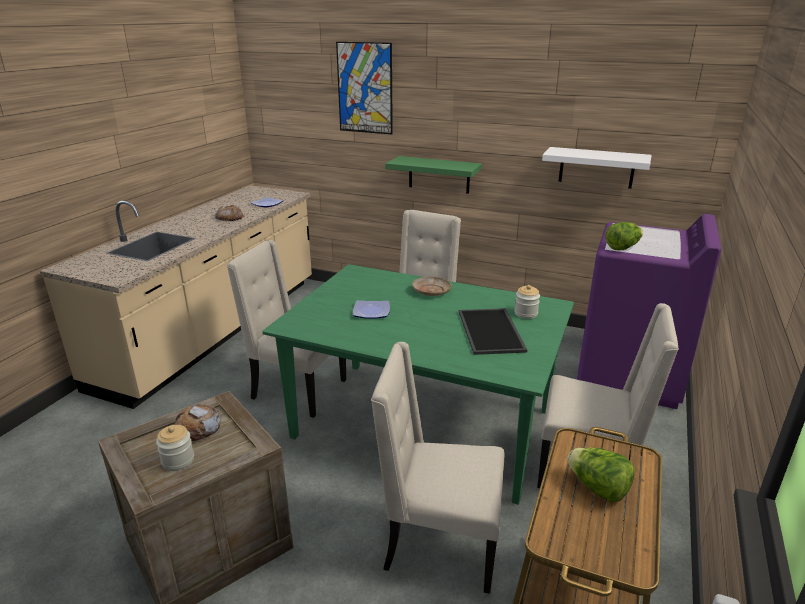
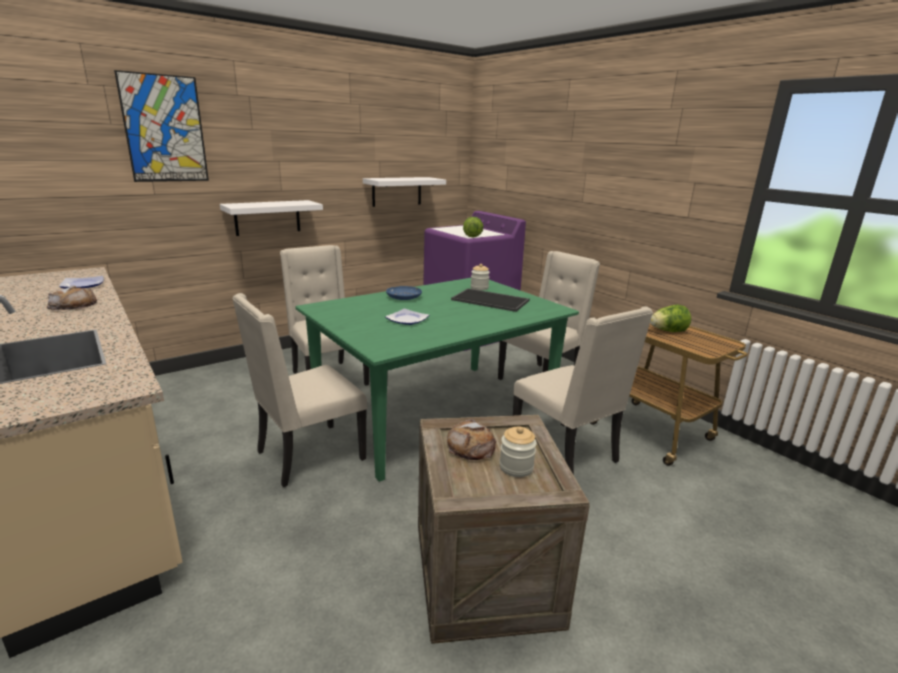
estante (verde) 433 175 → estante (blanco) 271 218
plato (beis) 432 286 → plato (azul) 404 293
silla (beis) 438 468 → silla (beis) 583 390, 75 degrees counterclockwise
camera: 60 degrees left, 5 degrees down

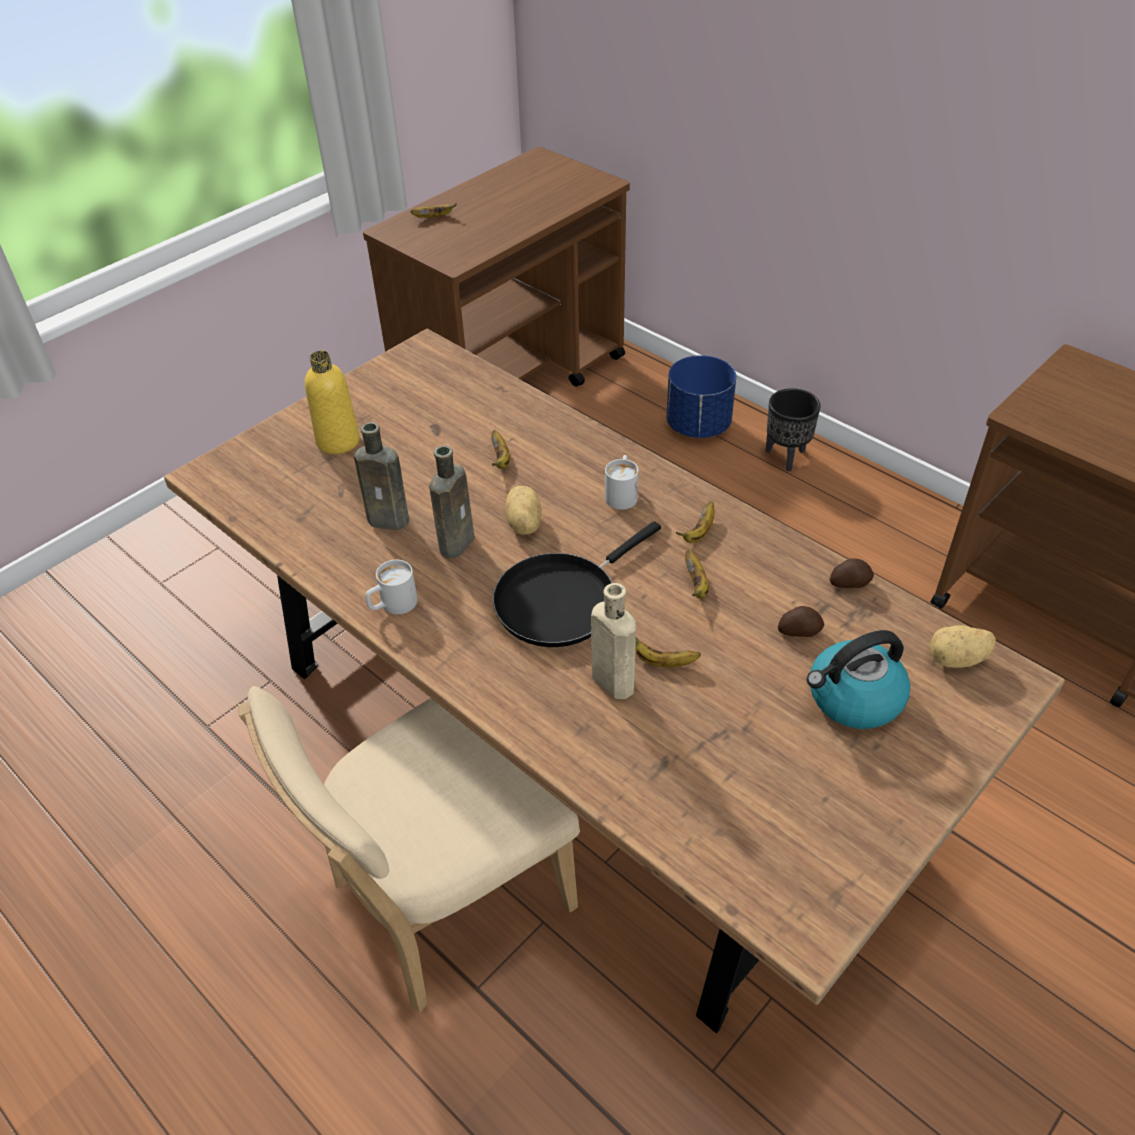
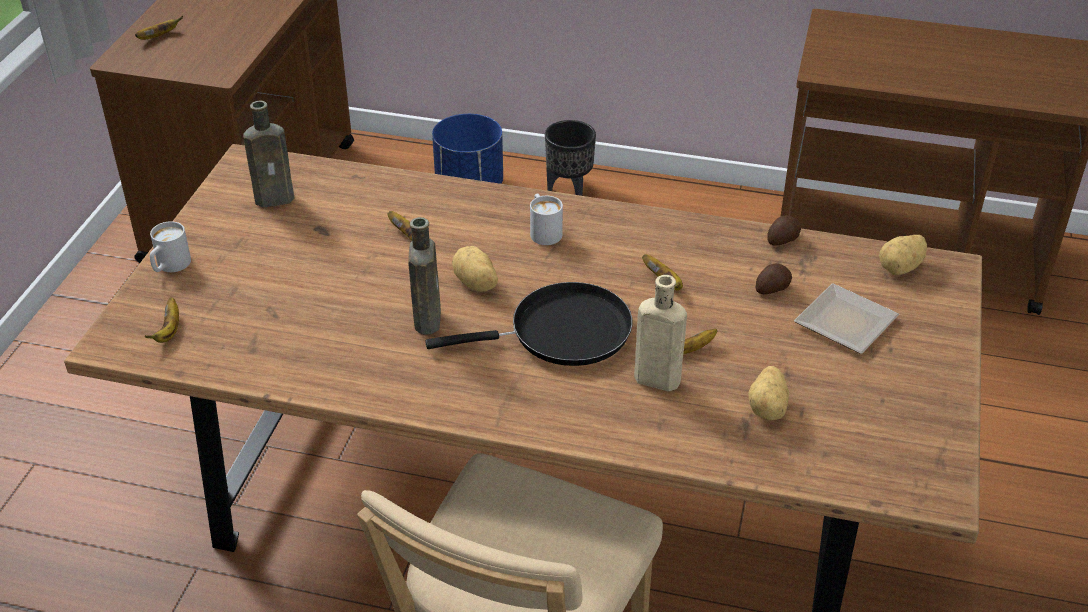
botella (amarillo) 332 402 → -
botella (marrón) 381 476 → botella (marrón) 268 154, move
plátano 695 522 → plátano 161 320, move
sartén (negro) 577 584 → sartén (negro) 529 324, 120 degrees counterclockwise
taza grande (blanco) 392 587 → taza grande (blanco) 170 246, move
hervidor 858 679 → plato 846 318
- → patata 768 393
camera: 30 degrees left, 5 degrees down

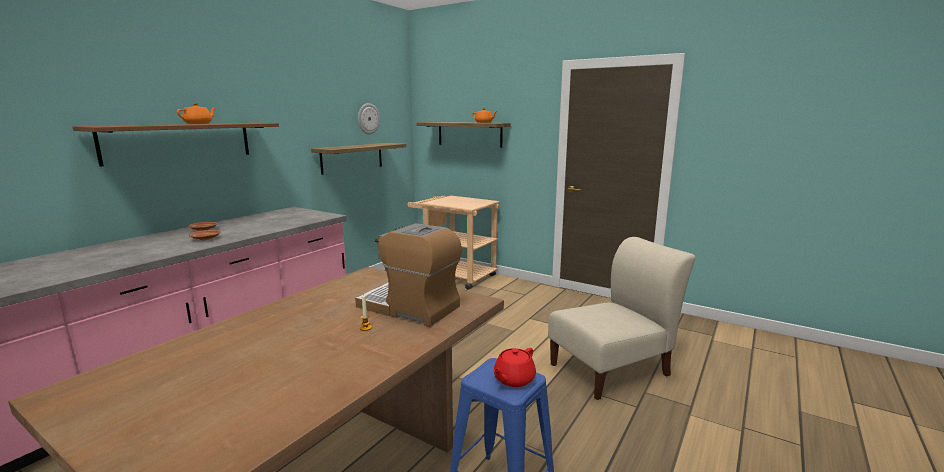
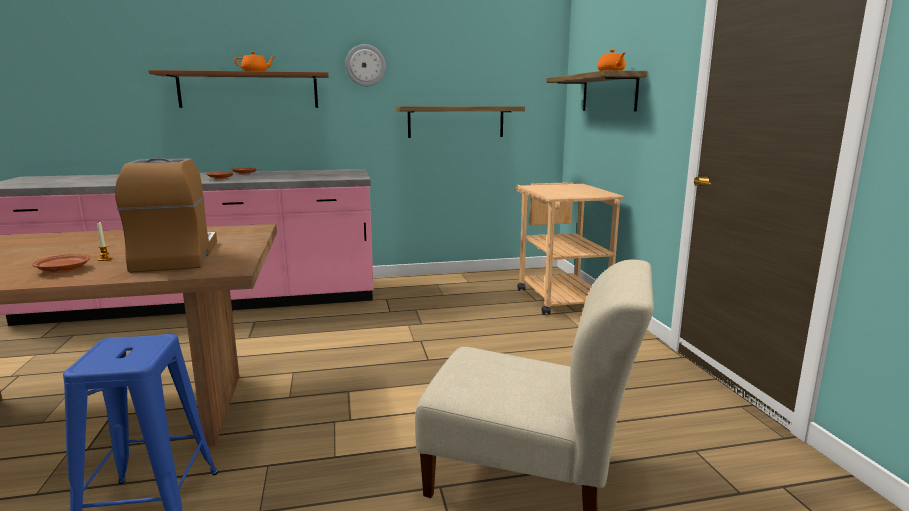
reloj de pared 369 118 → reloj de pared 365 65, move
tetera (rojo) 514 367 → -
- → plato (marrón) 61 263
camera: 45 degrees right, 0 degrees up

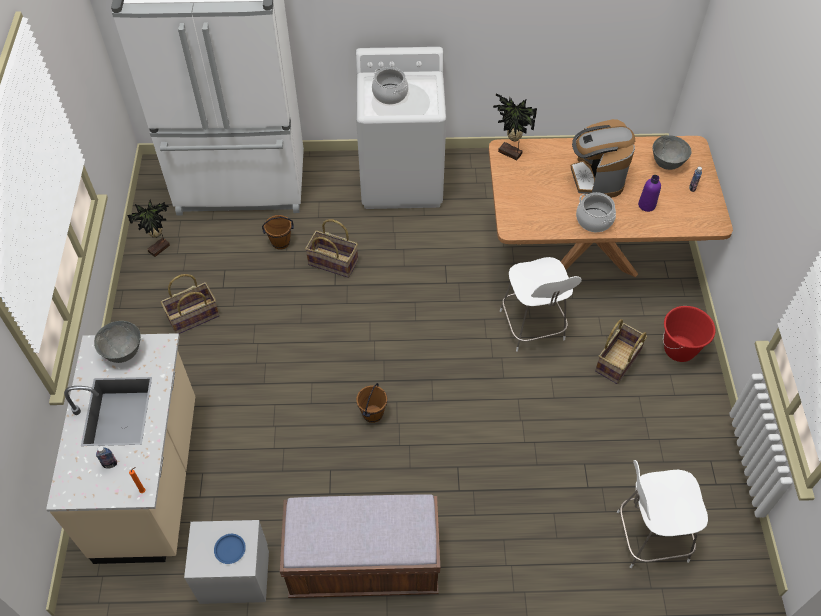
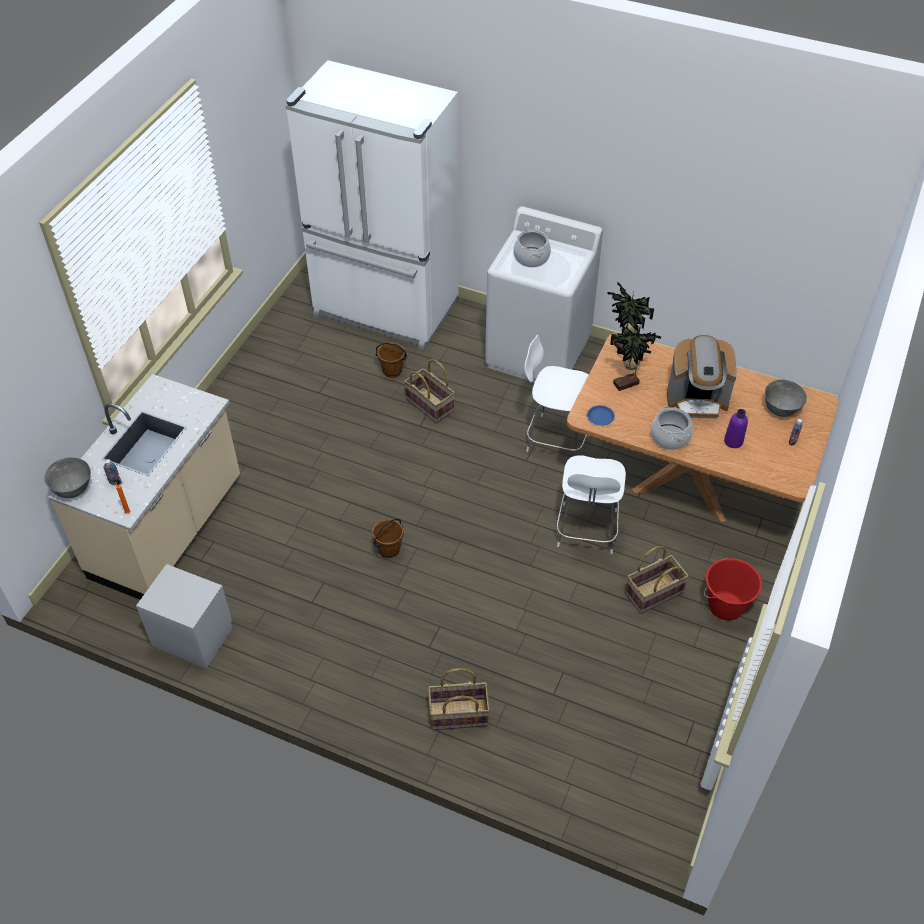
cafetera 603 158 → cafetera 702 376, 105 degrees counterclockwise
planta en maceta 148 228 → planta en maceta 635 358, move
cesta 190 304 → cesta 459 699, move
cuenco (gris) 117 342 → cuenco (gris) 67 477, move
taburete (blanco) 662 514 → taburete (blanco) 556 395, move
banco (marrón) 360 546 → -
plato (azul) 230 549 → plato (azul) 601 415, move
camera: 25 degrees right, 5 degrees down

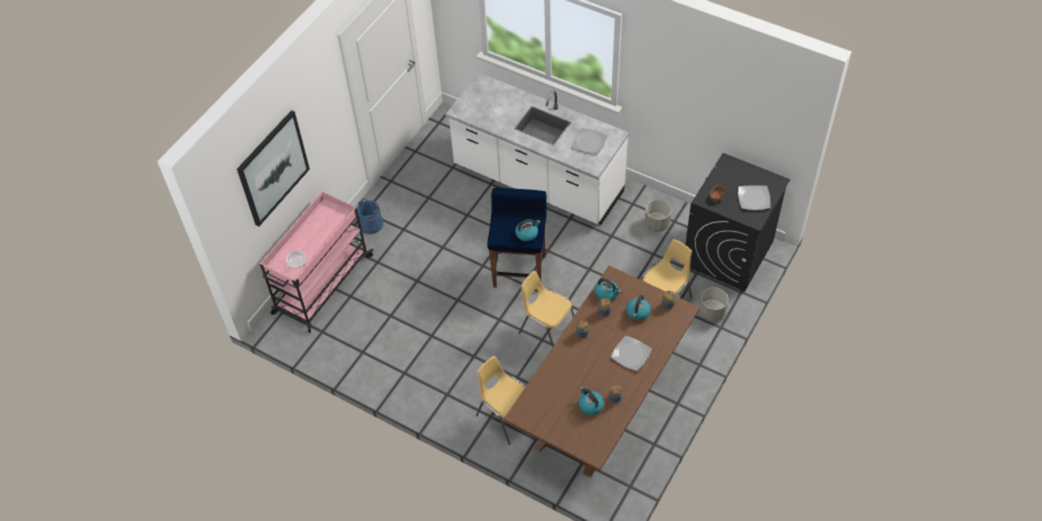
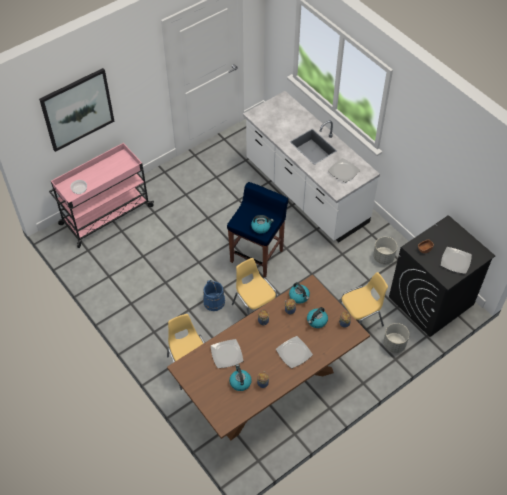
cubo (azul) 370 216 → cubo (azul) 214 295, move
- → plato 227 353
camera: 20 degrees right, 0 degrees up

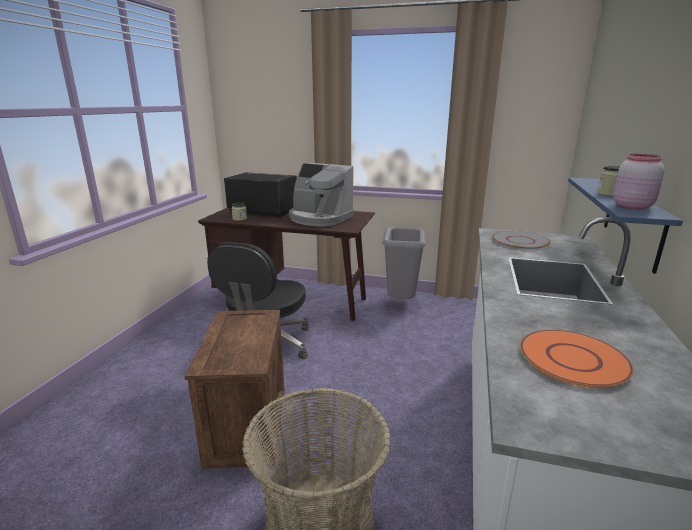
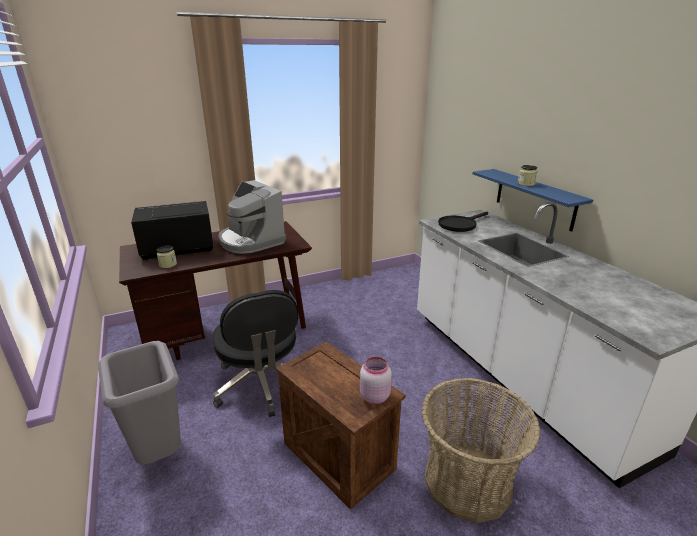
tarro (rosa) 639 181 → tarro (rosa) 376 380, move
cafetera 321 195 → cafetera 252 217, 60 degrees clockwise
papelera (gris) 404 263 → papelera (gris) 139 403, move
plato (gris) 521 240 → sartén (negro) 463 222
plato (naranja) 576 359 → -
camera: 40 degrees left, 5 degrees up

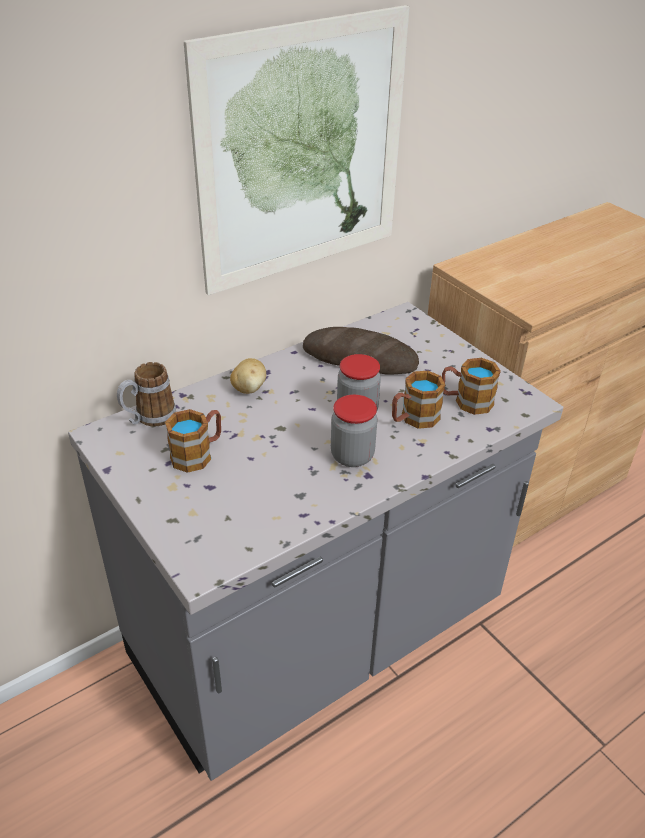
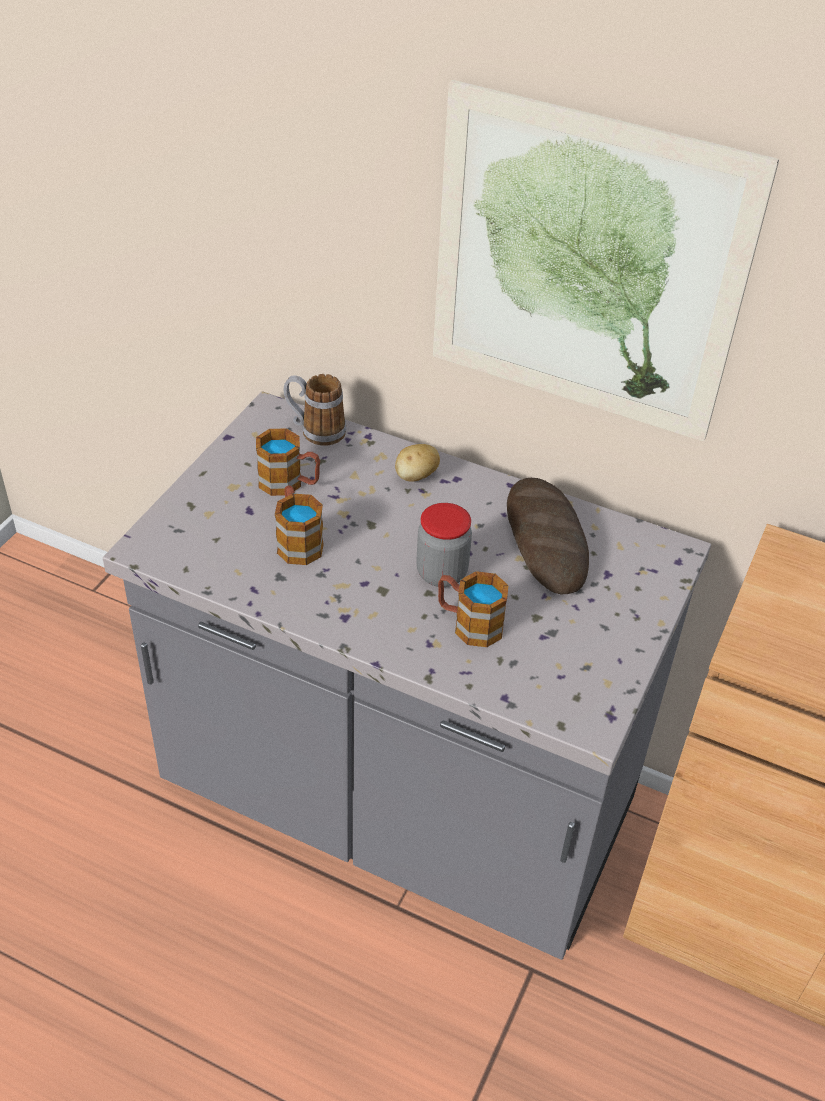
taza grande 471 386 → taza grande 299 525, move
tarro 354 430 → -
camera: 60 degrees right, 5 degrees up

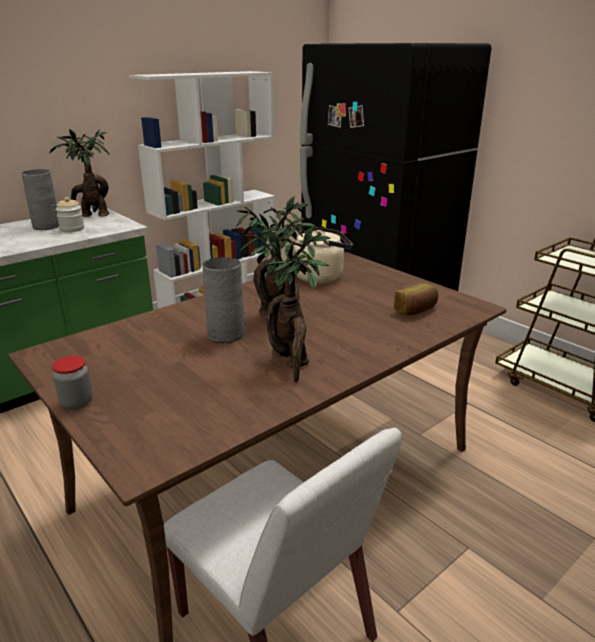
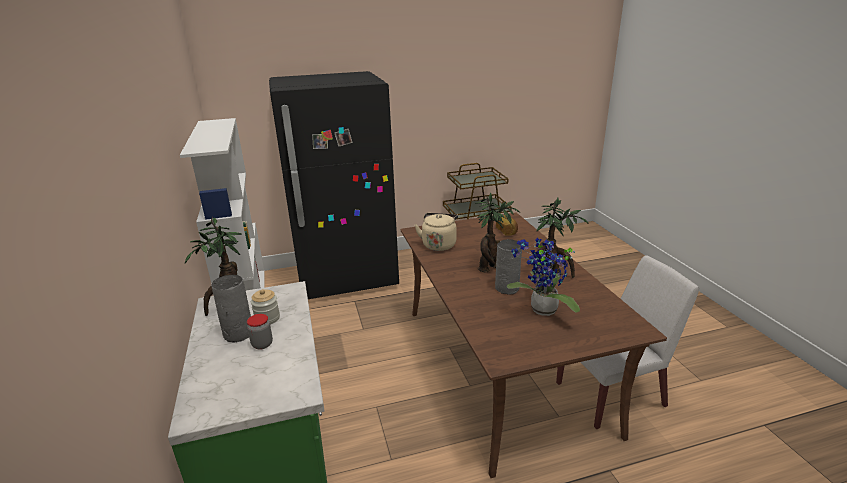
tarro 72 383 → tarro 260 332, move
- → planta en maceta 543 276
camera: 65 degrees left, 0 degrees up

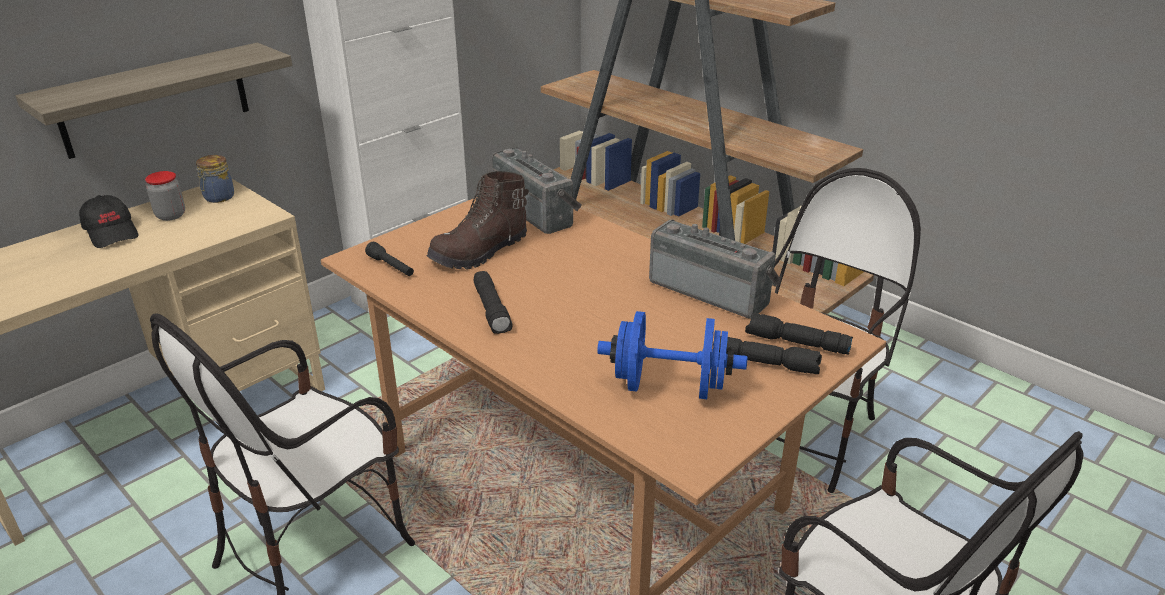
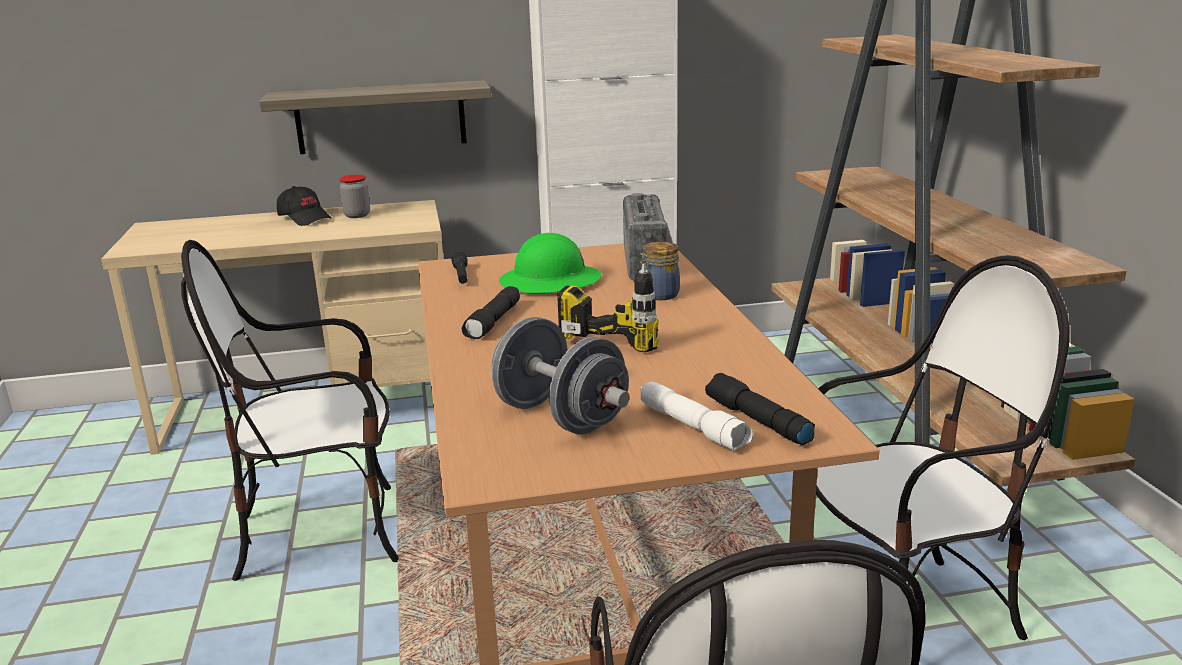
tarro 215 179 → tarro 660 271, move
bota (marrón) 478 220 → casco (verde) 550 263
gorra (negro) 109 221 → gorra (negro) 304 206, 45 degrees counterclockwise
radio 714 269 → -
mancuerna (azul) 672 355 → mancuerna (gris) 561 376
linterna (negro) 767 355 → linterna (blanco) 697 416
- → taladro 608 308
camera: 35 degrees right, 10 degrees down

